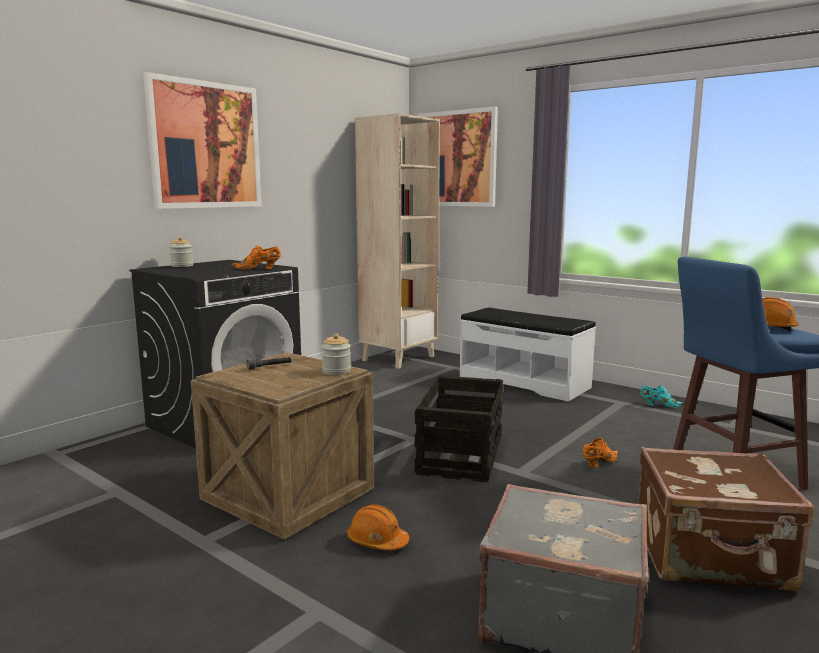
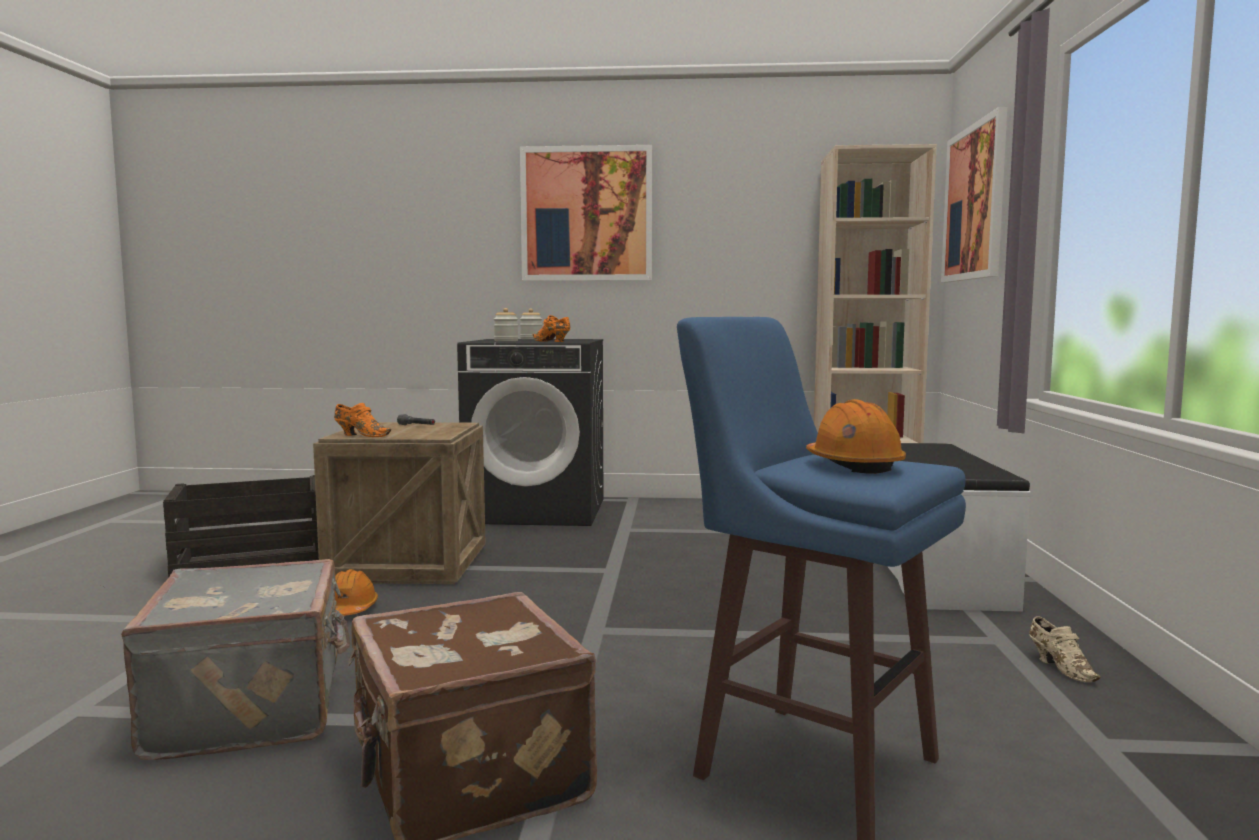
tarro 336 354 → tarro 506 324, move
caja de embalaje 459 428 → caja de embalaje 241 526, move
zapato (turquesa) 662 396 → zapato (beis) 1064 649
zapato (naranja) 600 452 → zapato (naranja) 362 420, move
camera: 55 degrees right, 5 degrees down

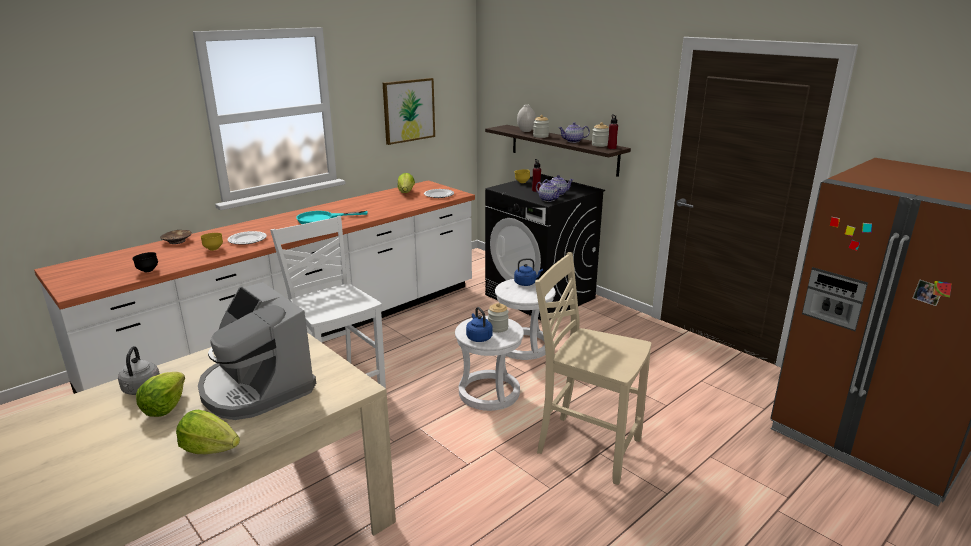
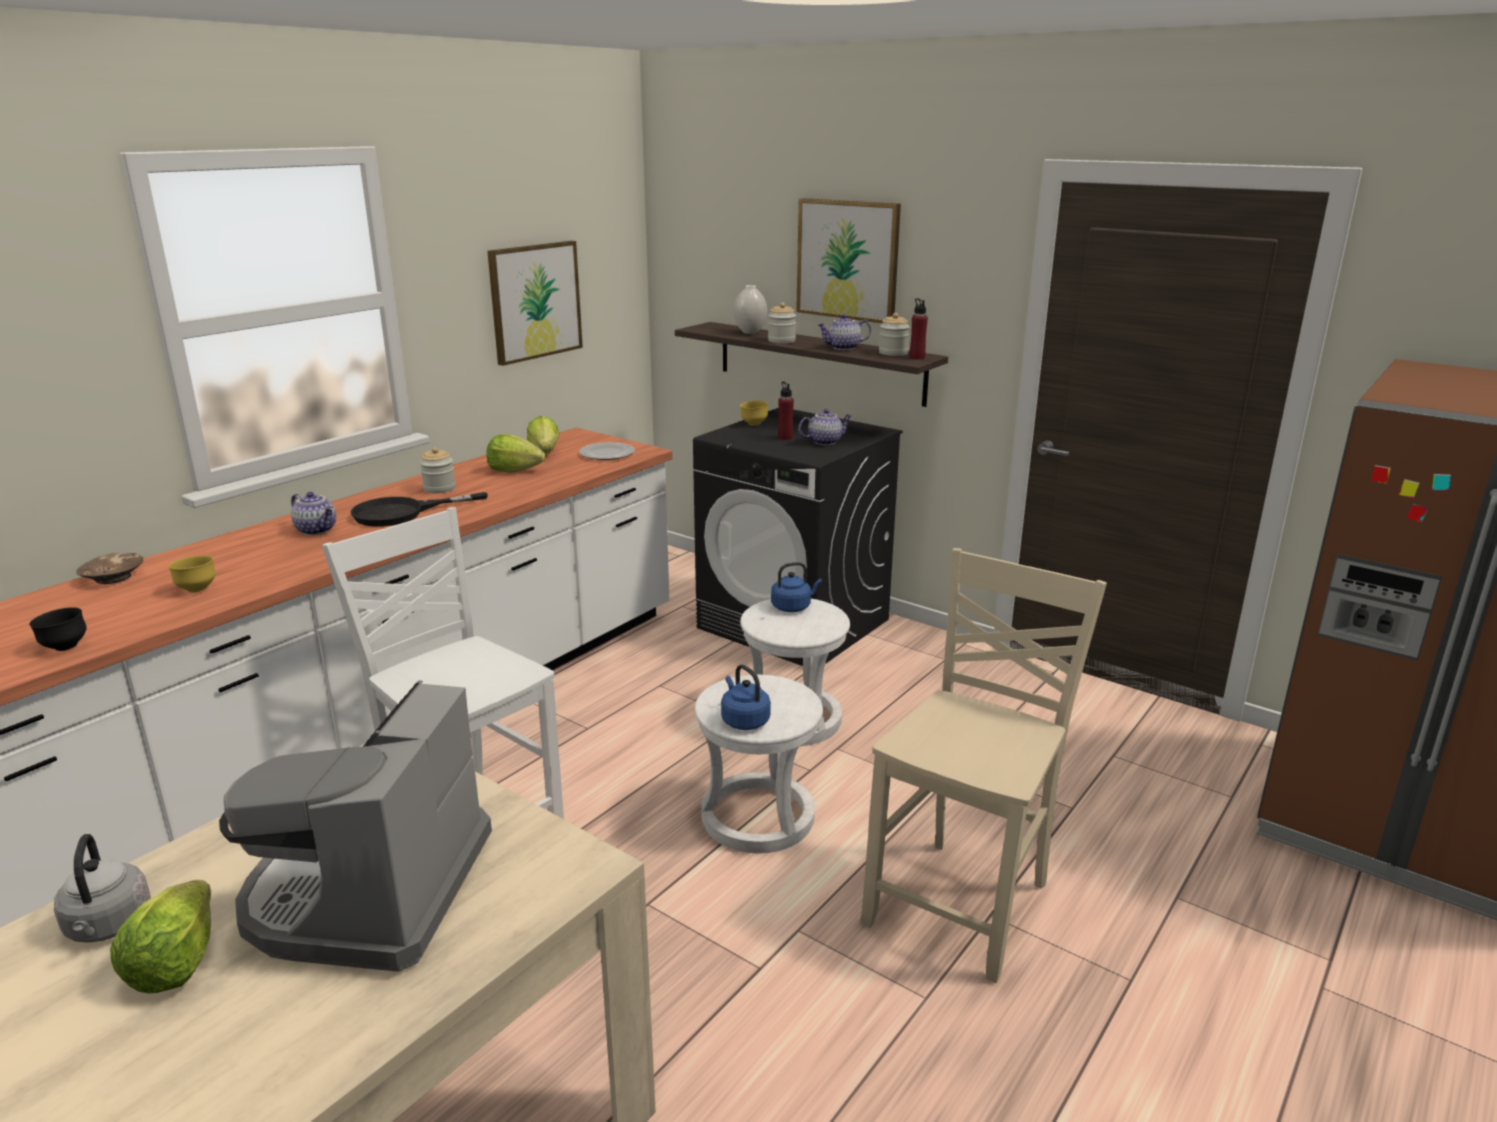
tetera 549 191 → tetera 313 513, move
sartén (turquesa) 332 217 → sartén (negro) 419 509
plato 247 238 → -
silla (beis) 593 368 → silla (beis) 984 765, 105 degrees clockwise
cafetera 257 351 → cafetera 355 826, 60 degrees clockwise
tarro 498 318 → tarro 438 470, move
lechuga 208 432 → lechuga 515 453, move
- → cuadro 848 260
camera: 10 degrees left, 0 degrees up

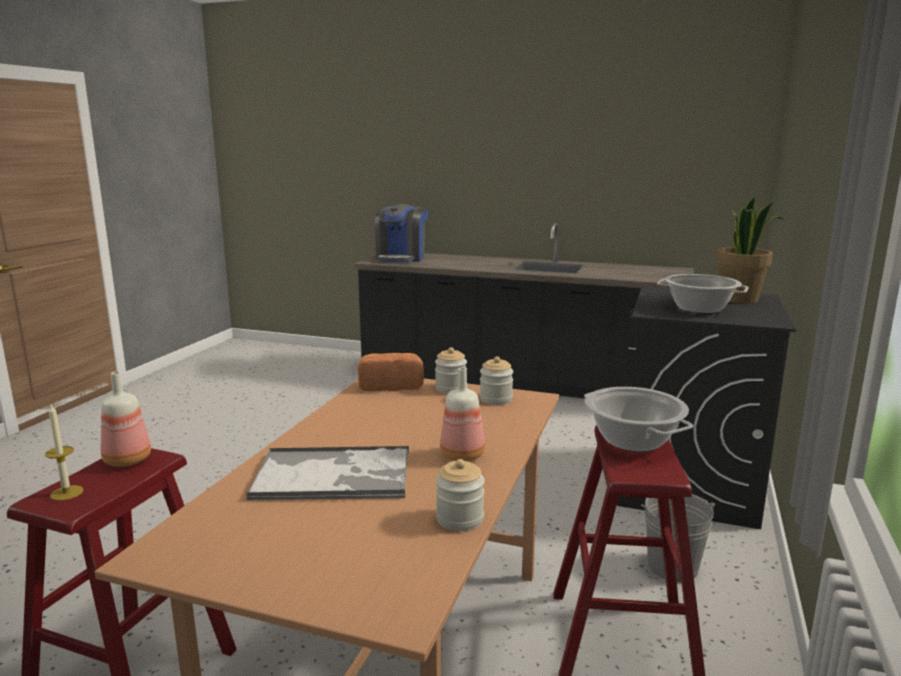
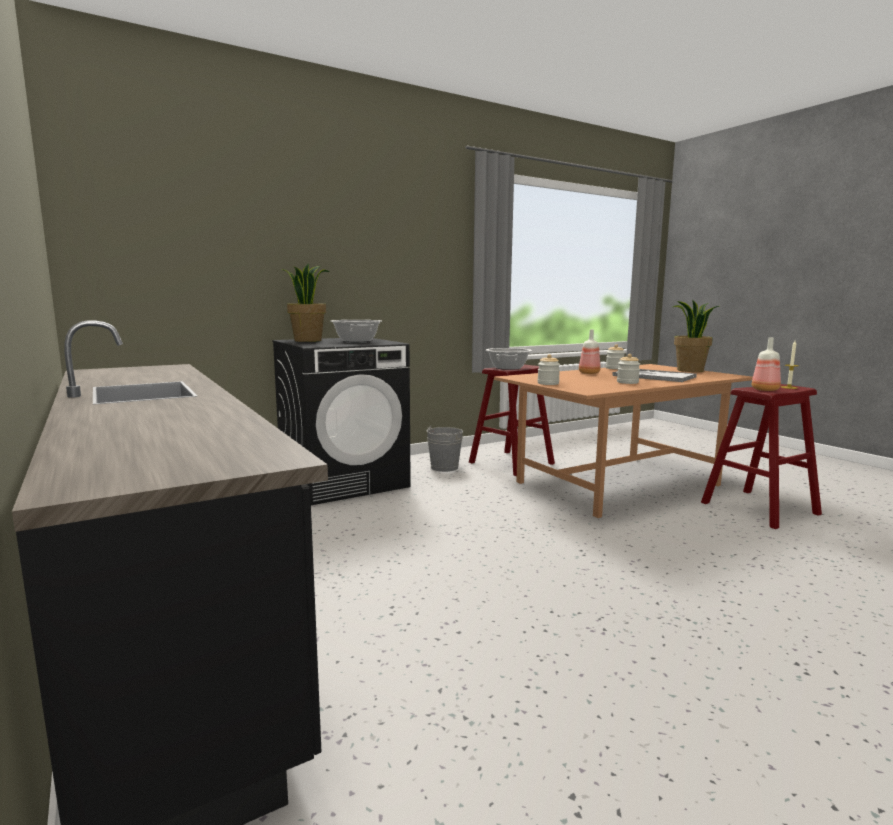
cafetera 401 233 → -
pan 391 372 → -
tarro 496 380 → tarro 628 369, move
- → planta en maceta 695 335
camera: 140 degrees left, 5 degrees down

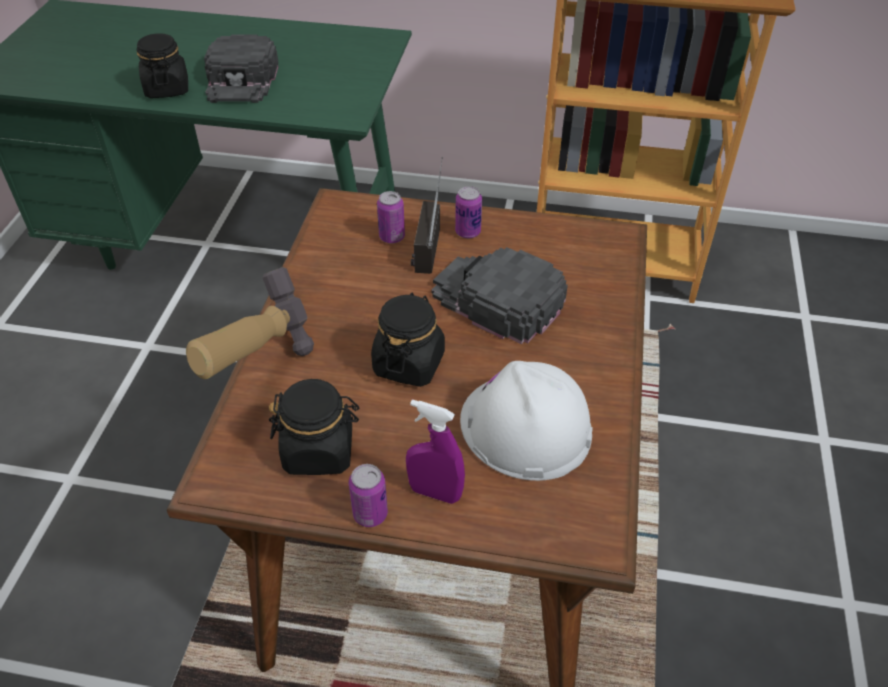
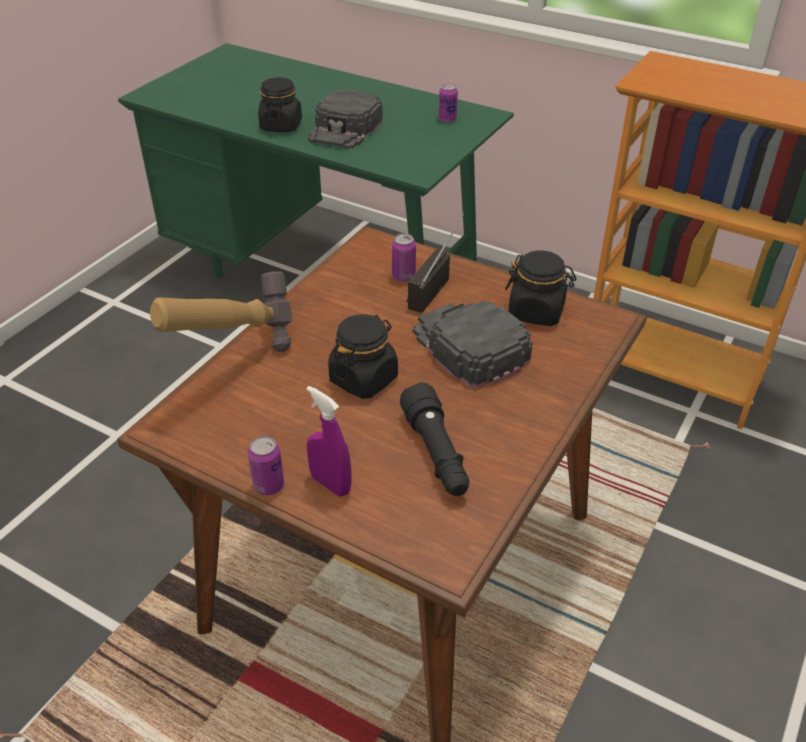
lata 468 212 → lata 448 103, move
casco (blanco) 526 421 → linterna (negro) 434 439
tarro (negro) 314 427 → tarro (negro) 540 288, move
camera: 20 degrees right, 5 degrees down

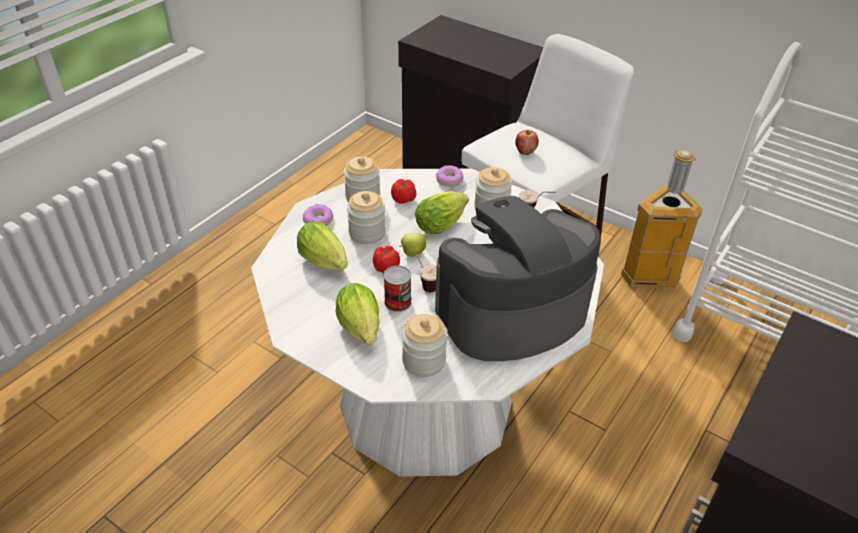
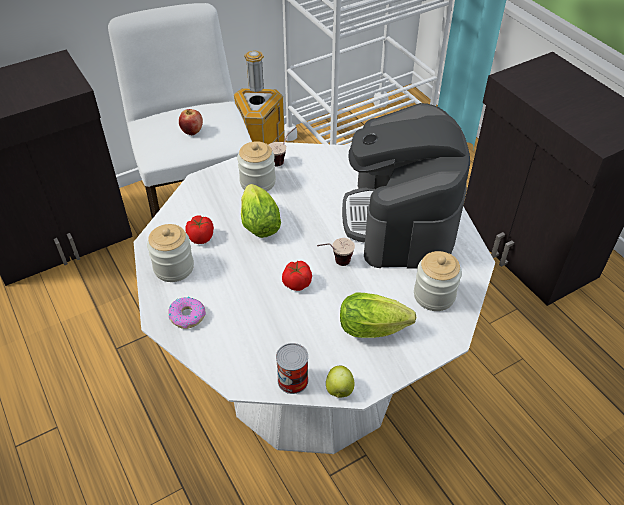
rosquilla 449 176 → -
tarro 366 217 → -
lechuga 322 246 → -
manzana 412 245 → manzana 340 382, move
lata 397 288 → lata 292 368, move
camera: 65 degrees left, 5 degrees up

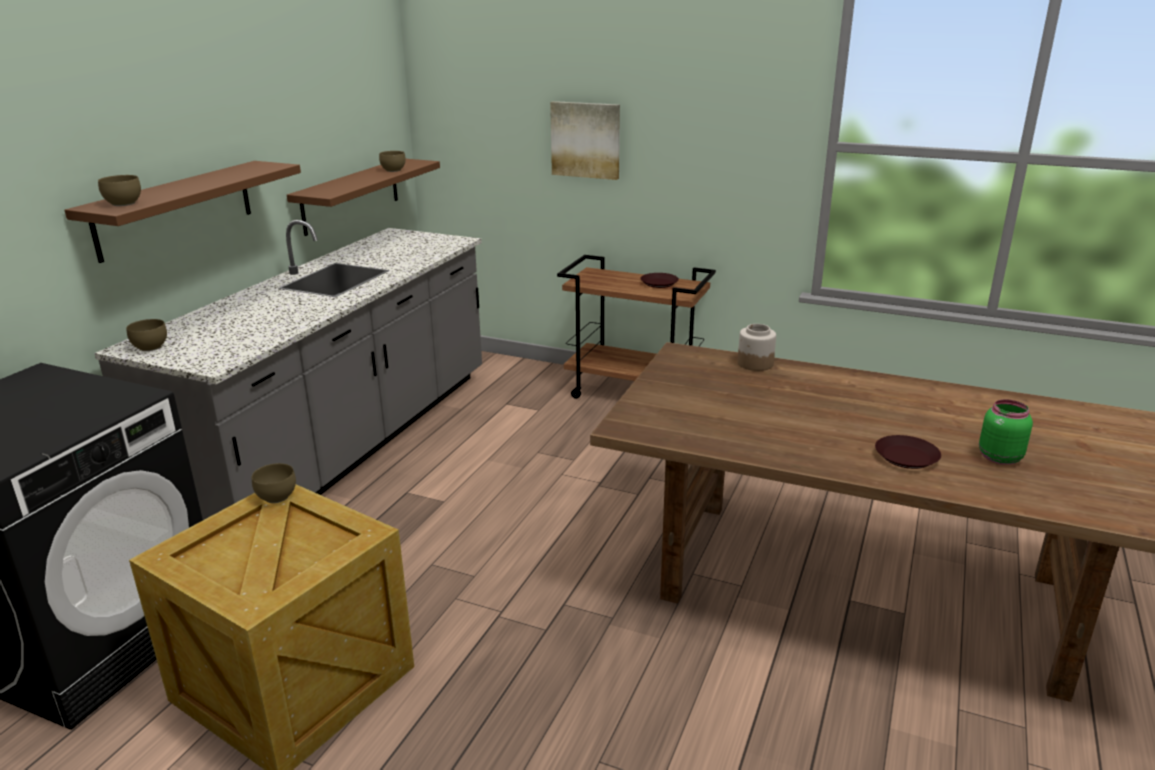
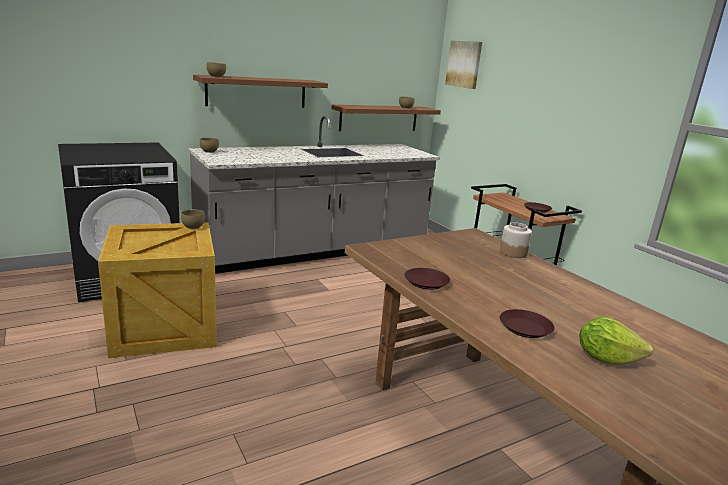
cuadro 585 140 → cuadro 463 64, move
tarro (verde) 1006 432 → lechuga 616 341
- → plato (marrón) 427 279
camera: 35 degrees right, 5 degrees down

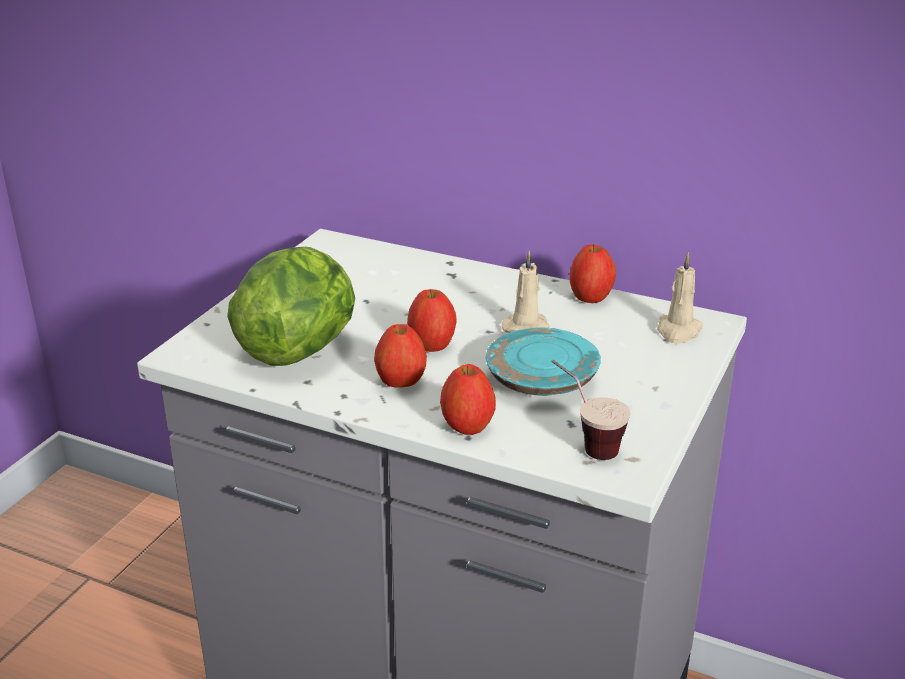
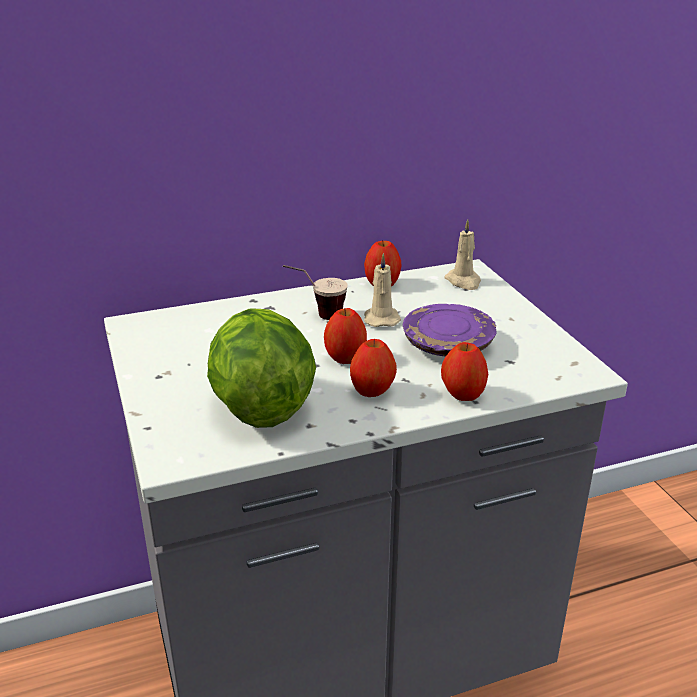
plato (turquesa) 543 361 → plato (morado) 450 330
taza 590 409 → taza 315 292, move
camera: 45 degrees left, 0 degrees up

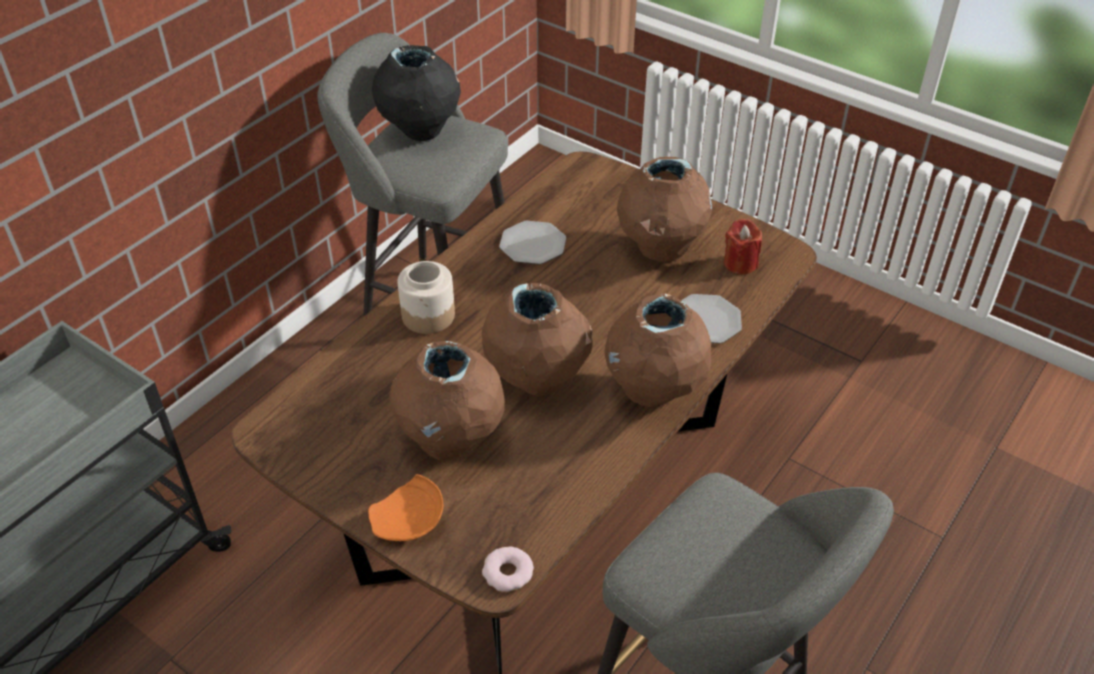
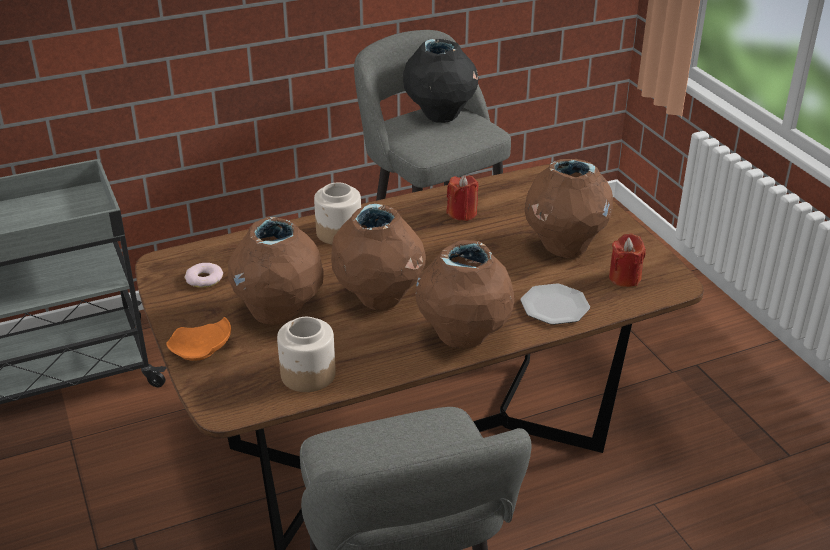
plato 532 242 → vela (rojo) 462 198
rosquilla 508 569 → rosquilla 204 275, move
- → tarro 306 354
camera: 30 degrees right, 10 degrees down

